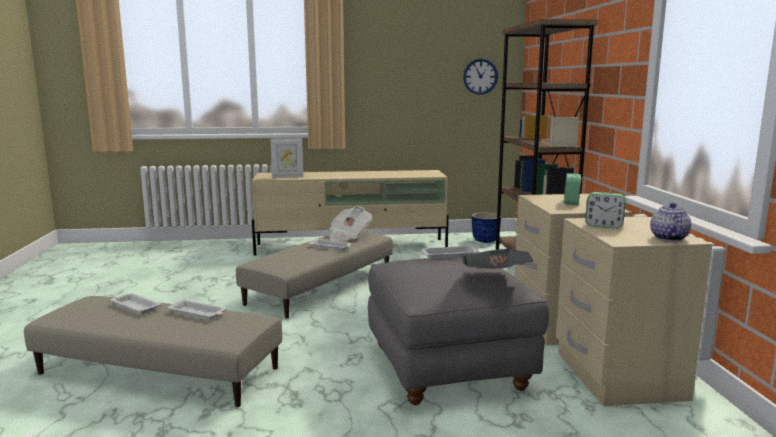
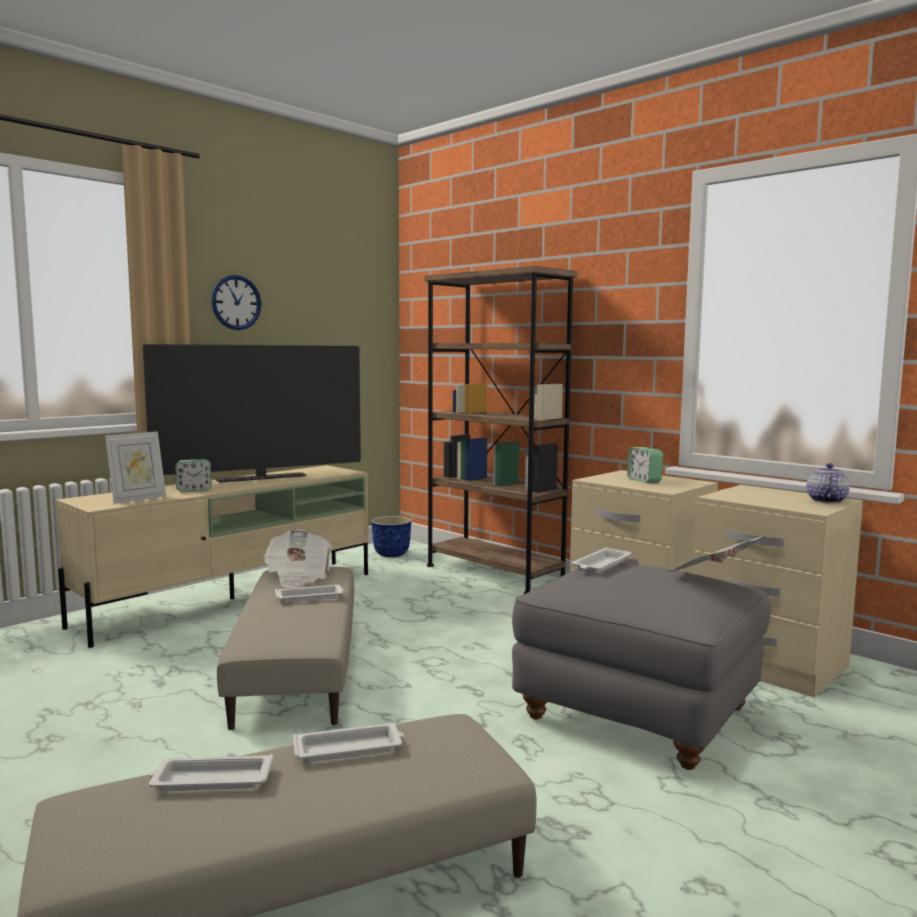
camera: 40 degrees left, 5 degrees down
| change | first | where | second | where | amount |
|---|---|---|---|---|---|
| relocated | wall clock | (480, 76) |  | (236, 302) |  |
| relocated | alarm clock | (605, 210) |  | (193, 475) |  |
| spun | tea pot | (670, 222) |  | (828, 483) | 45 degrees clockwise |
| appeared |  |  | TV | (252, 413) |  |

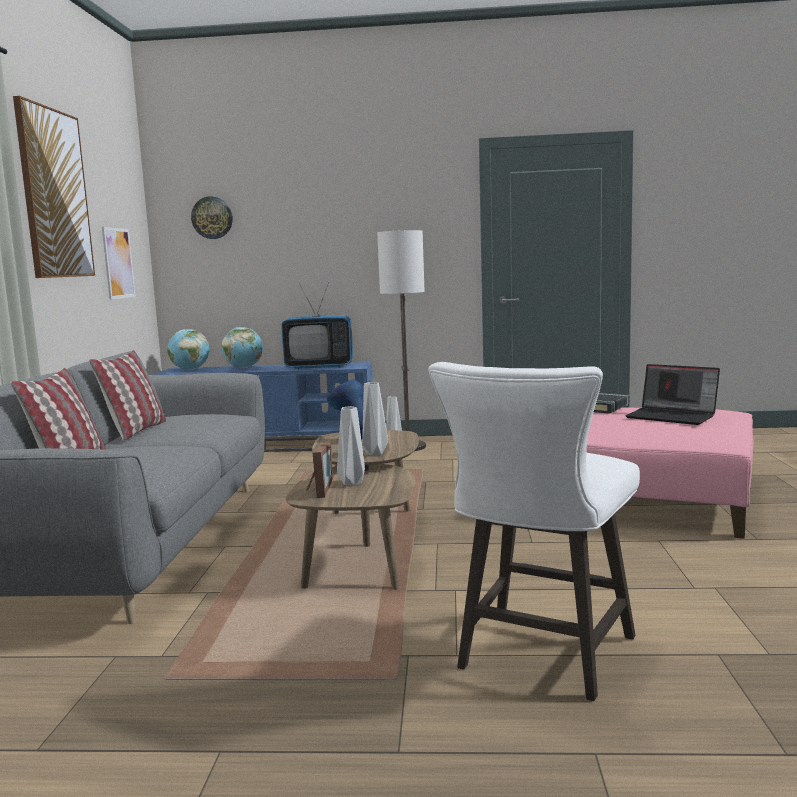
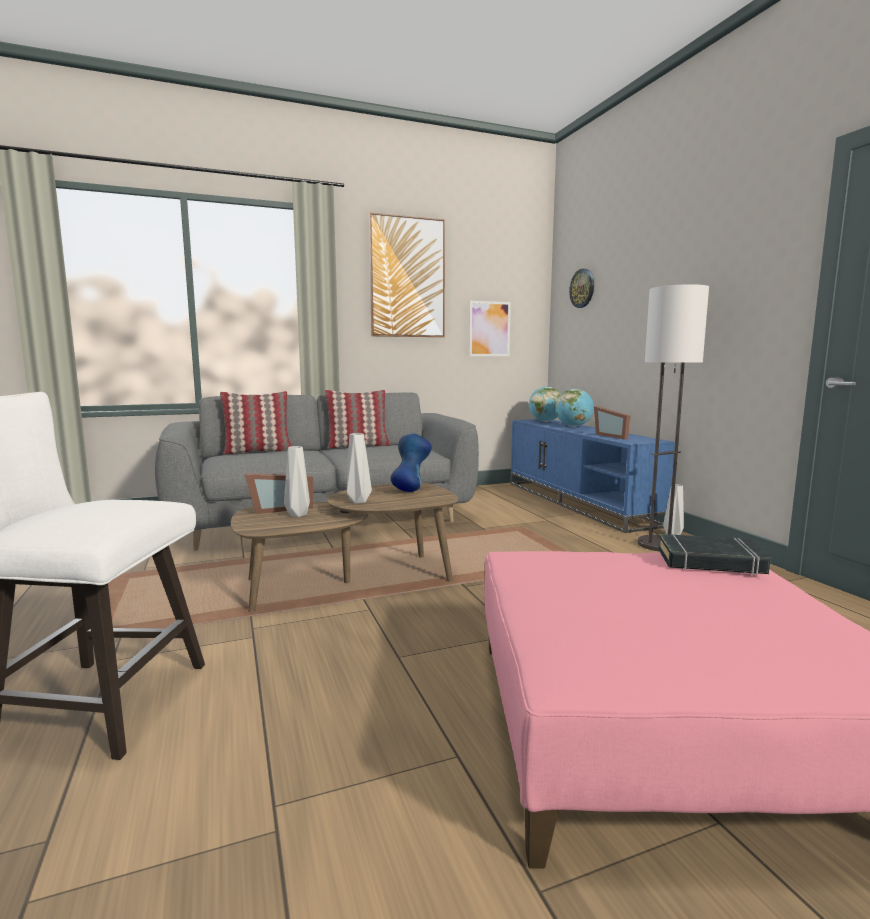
camera: 65 degrees right, 0 degrees up
| change | first | where | second | where | amount |
|---|---|---|---|---|---|
| exchanged | TV | (317, 325) | picture frame | (612, 422) |  |
| missing | portable computer | (672, 394) |  |  |  |

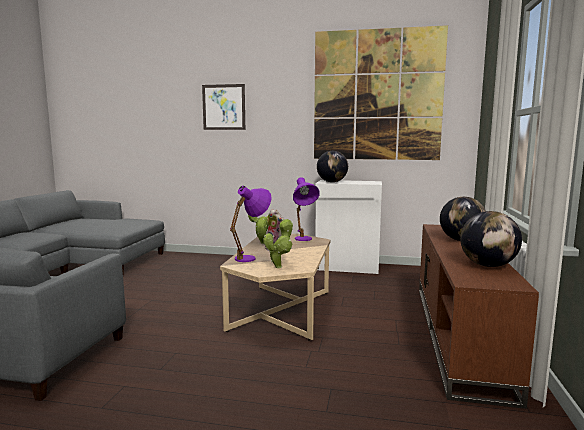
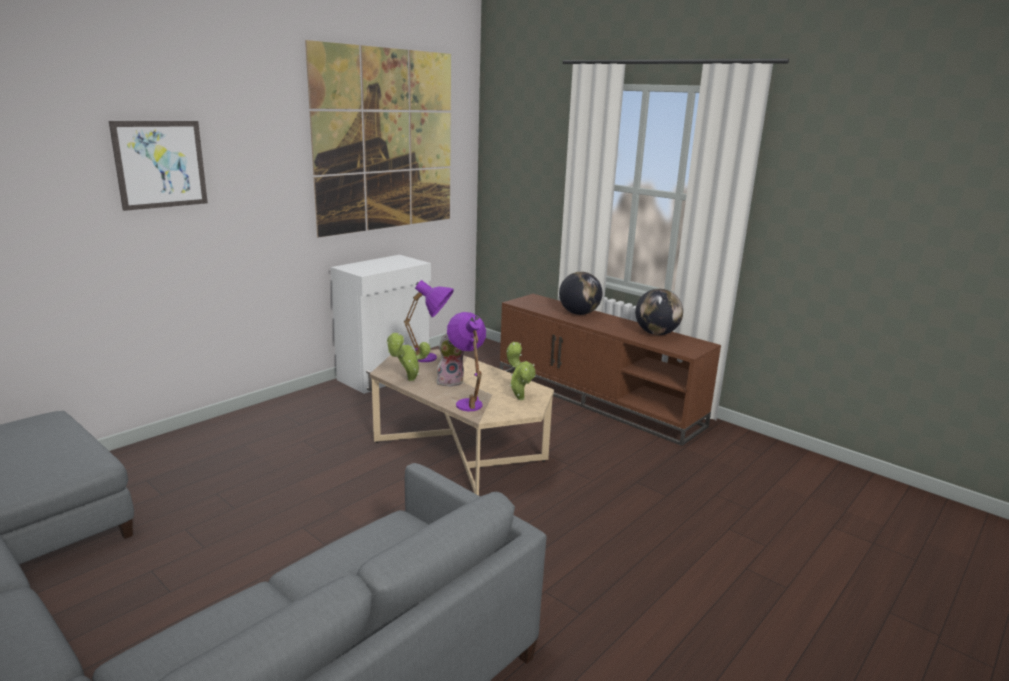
camera: 60 degrees left, 10 degrees up
| change | first | where | second | where | amount |
|---|---|---|---|---|---|
| missing | world globe | (332, 166) |  |  |  |

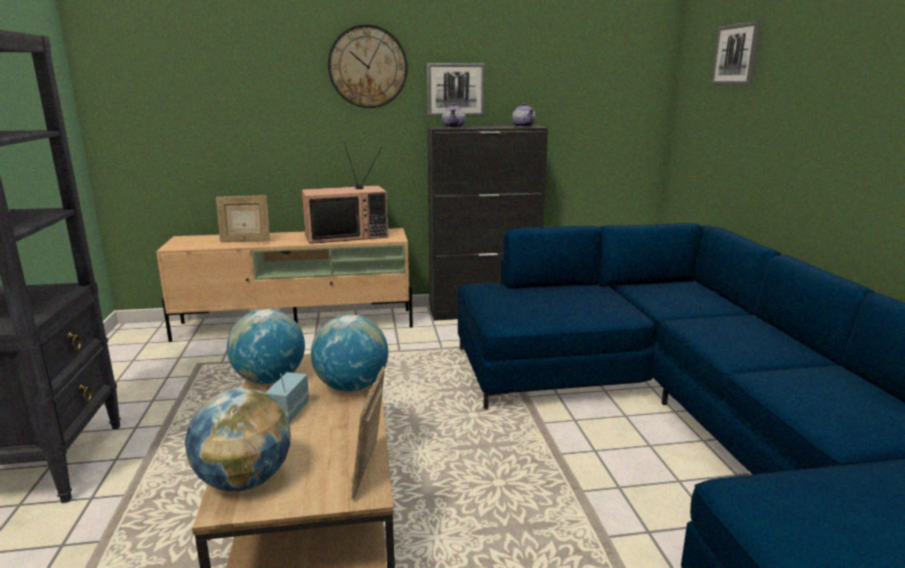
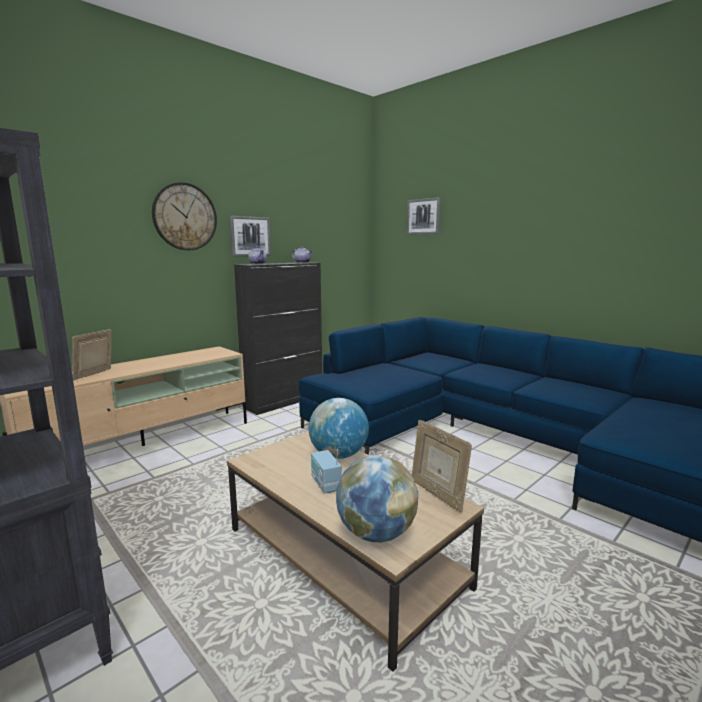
camera: 35 degrees left, 5 degrees down
| change | first | where | second | where | amount |
|---|---|---|---|---|---|
| spun | picture frame | (243, 218) |  | (92, 354) | 135 degrees clockwise |
| missing | world globe | (266, 346) |  |  |  |
| missing | TV | (345, 193) |  |  |  |

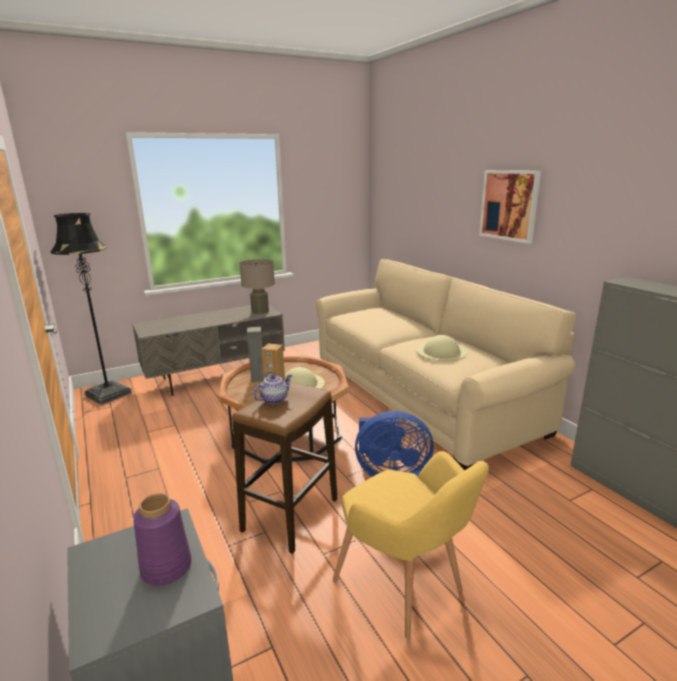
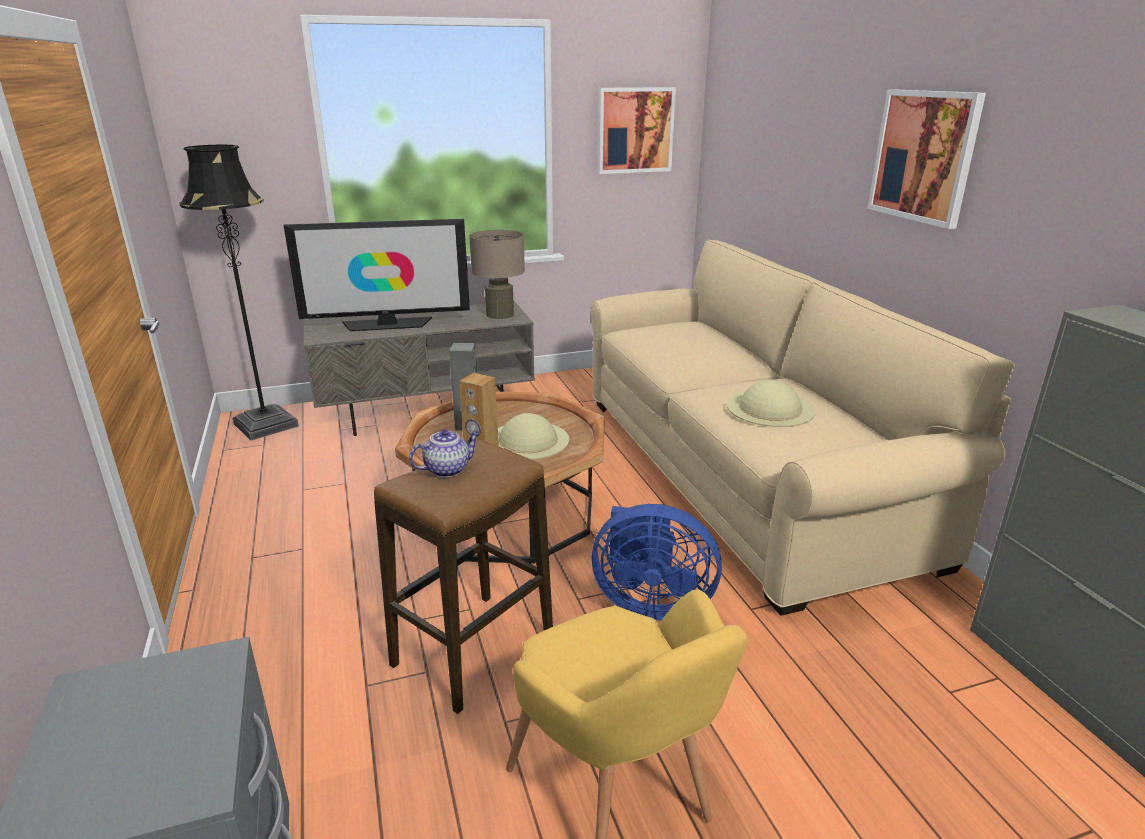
camera: 10 degrees right, 5 degrees up
| change | first | where | second | where | amount |
|---|---|---|---|---|---|
| missing | flower vase in purplish | (162, 539) |  |  |  |
| appeared |  |  | TV | (377, 275) |  |
| appeared |  |  | wall art | (637, 130) |  |

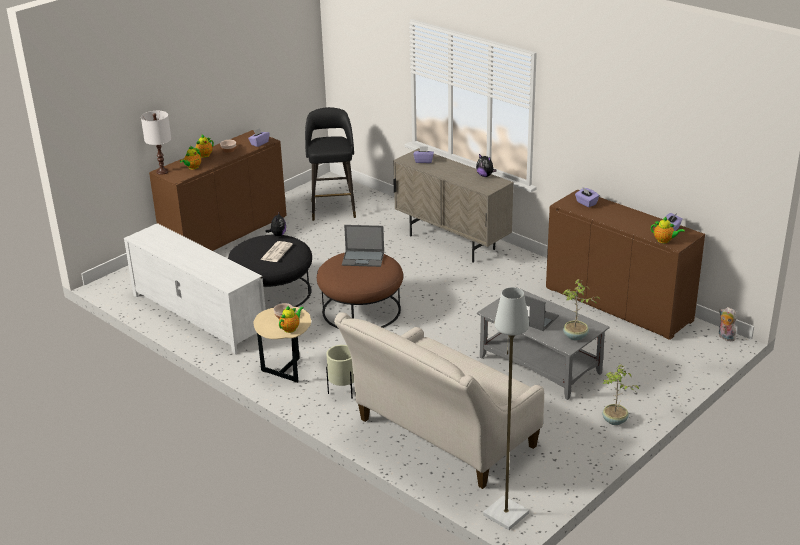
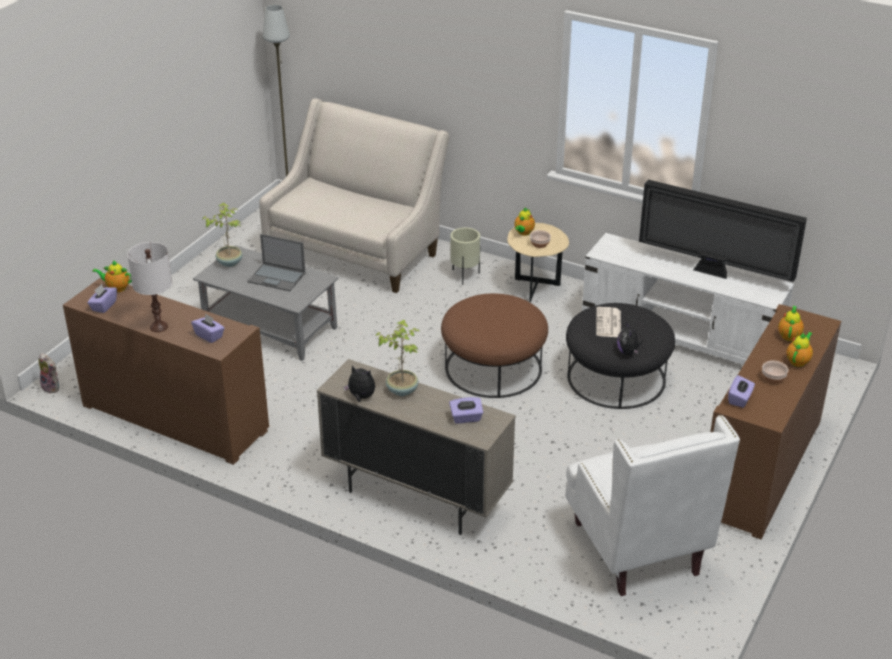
camera: 165 degrees right, 5 degrees up
| change | first | where | second | where | amount |
|---|---|---|---|---|---|
| relocated | tabletop lamp in whitish | (156, 143) |  | (149, 287) |  |
| exchanged | stool in black-coloured | (330, 164) | lounge chair in whitish | (652, 505) |  |
| missing | portable computer | (363, 246) |  |  |  |
| relocated | houseplant | (620, 394) |  | (397, 358) |  |
| appeared |  |  | TV | (723, 231) |  |

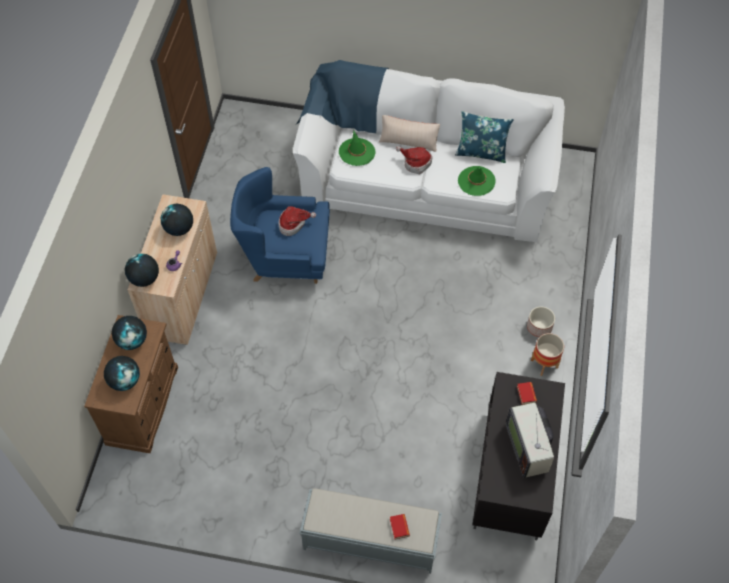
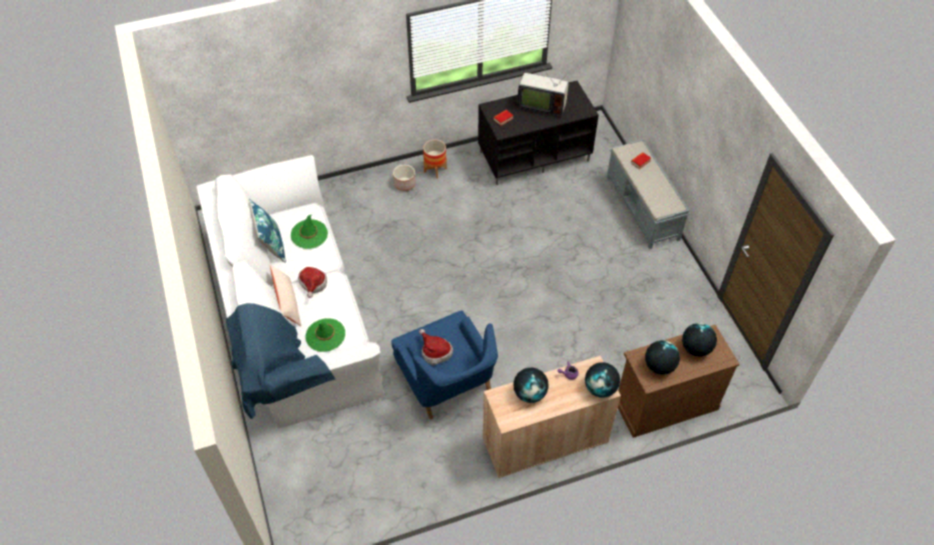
camera: 120 degrees left, 5 degrees down
| change | first | where | second | where | amount |
|---|---|---|---|---|---|
| spun | TV | (530, 440) |  | (544, 90) | 60 degrees clockwise |

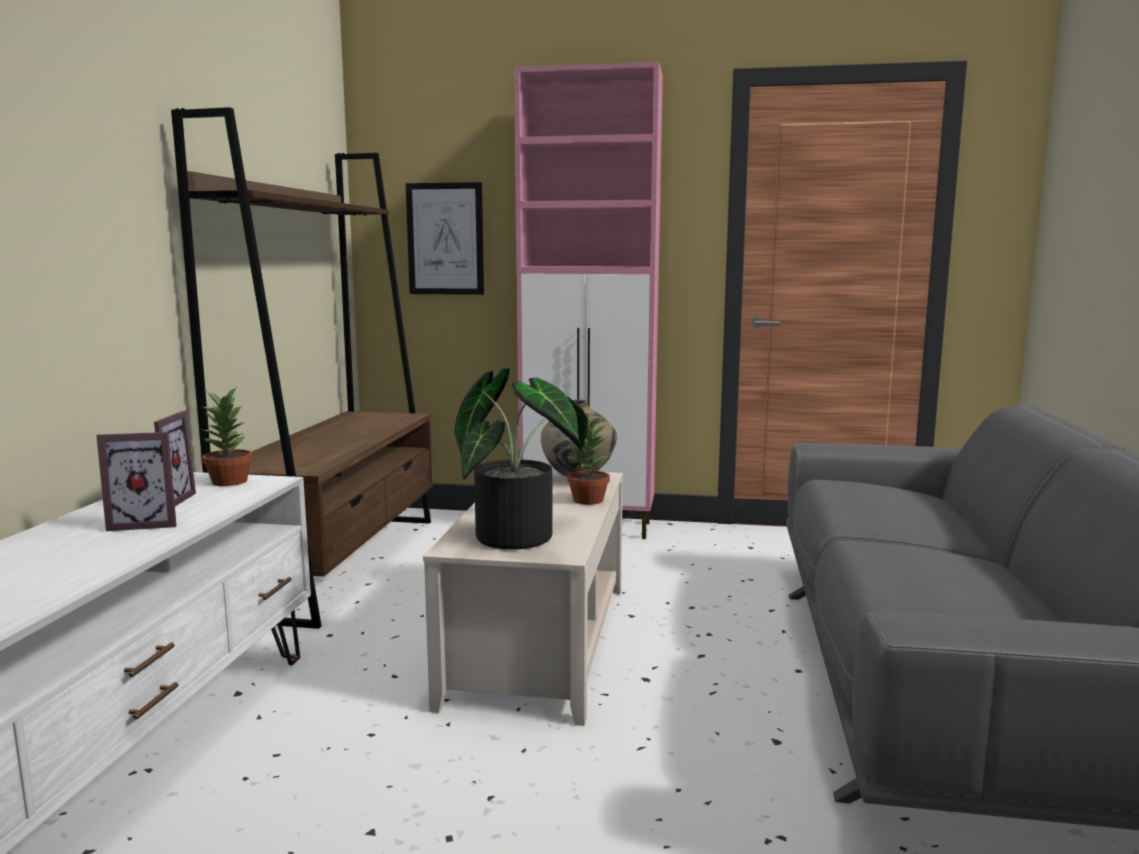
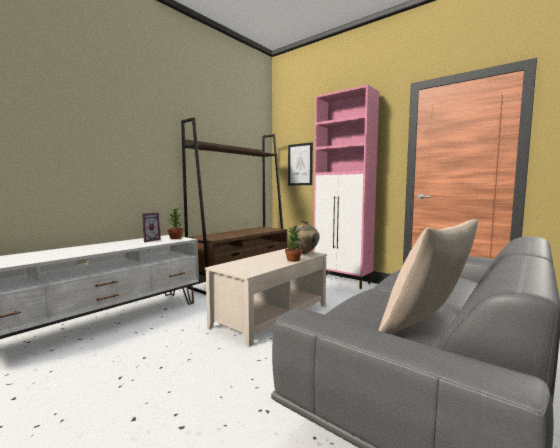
camera: 30 degrees right, 5 degrees down
| change | first | where | second | where | amount |
|---|---|---|---|---|---|
| missing | picture frame | (136, 481) |  |  |  |
| missing | houseplant | (521, 459) |  |  |  |
| appeared |  |  | pillow in sand-coloured | (428, 276) |  |

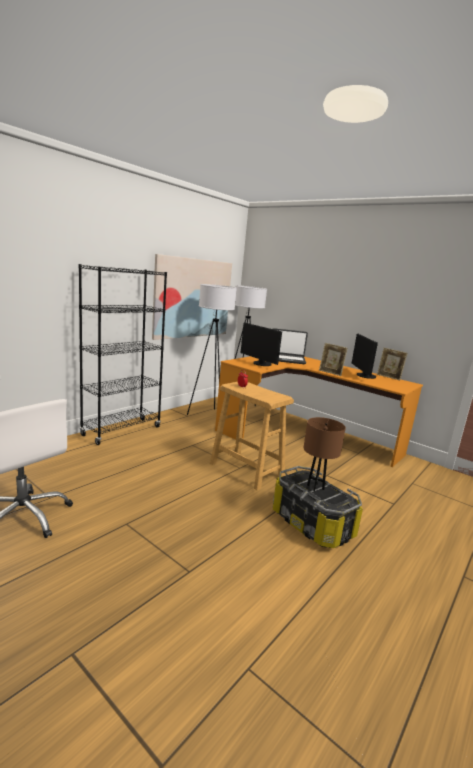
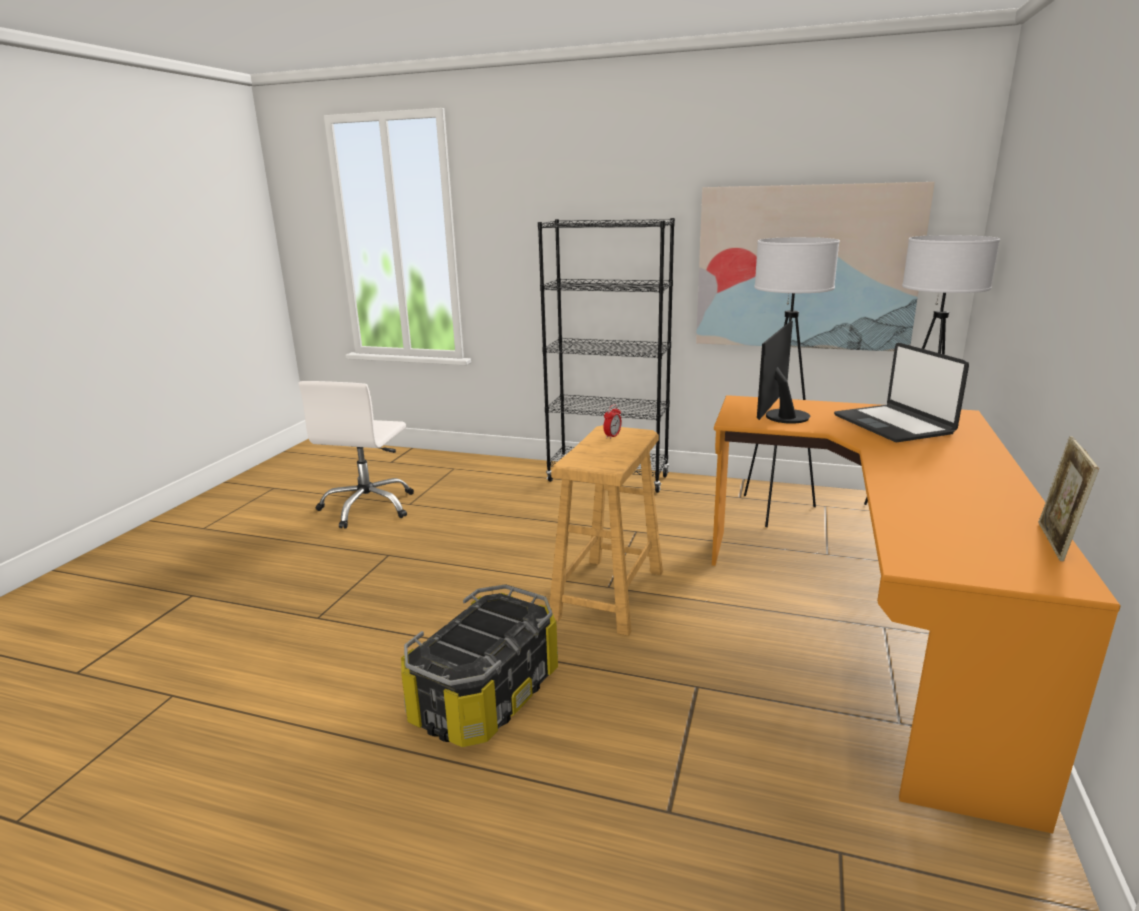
camera: 70 degrees right, 5 degrees up
| change | first | where | second | where | amount |
|---|---|---|---|---|---|
| missing | tabletop lamp in brown-coloured | (324, 454) |  |  |  |
| missing | picture frame | (333, 359) |  |  |  |
| missing | computer screen | (365, 356) |  |  |  |

